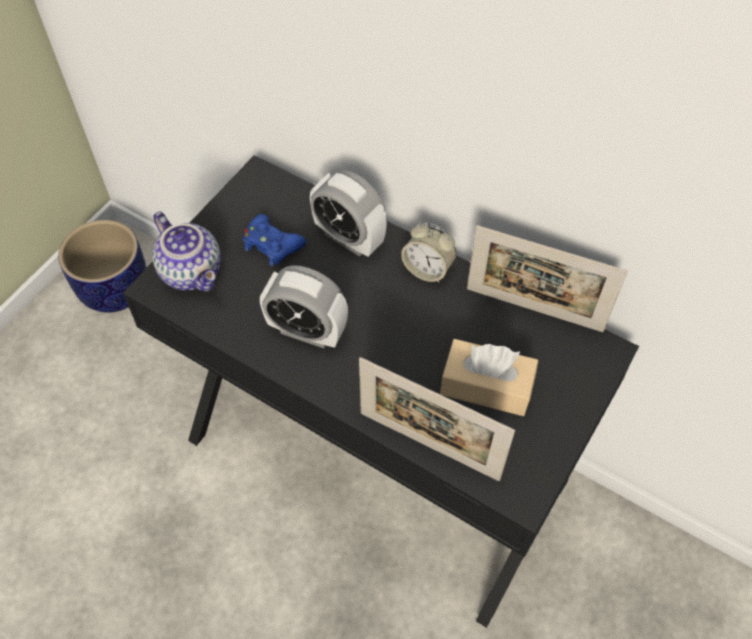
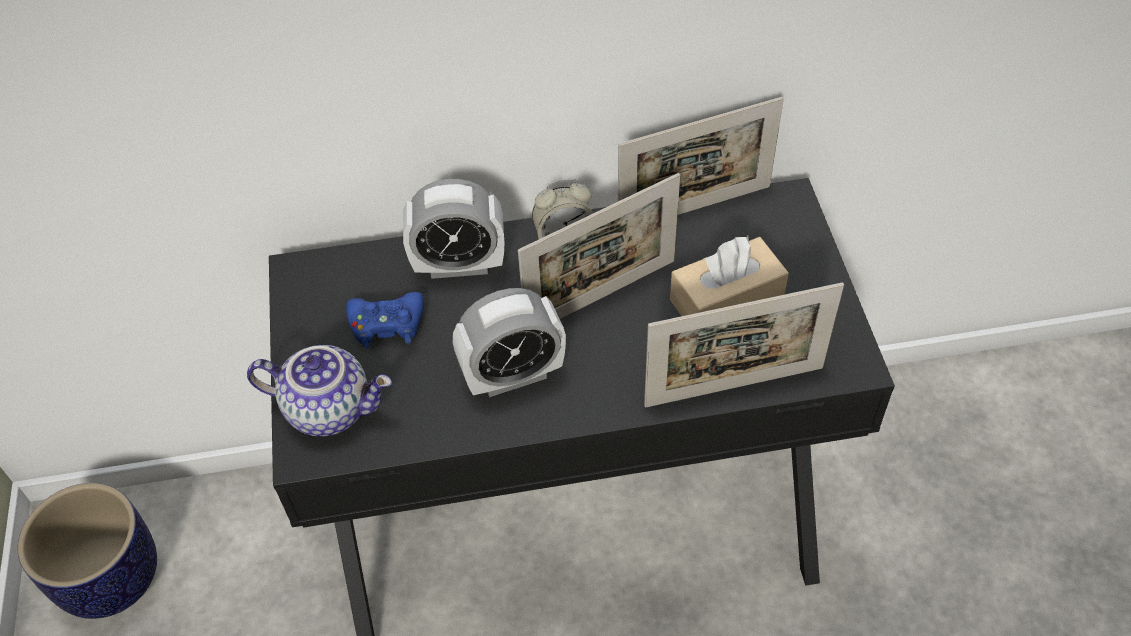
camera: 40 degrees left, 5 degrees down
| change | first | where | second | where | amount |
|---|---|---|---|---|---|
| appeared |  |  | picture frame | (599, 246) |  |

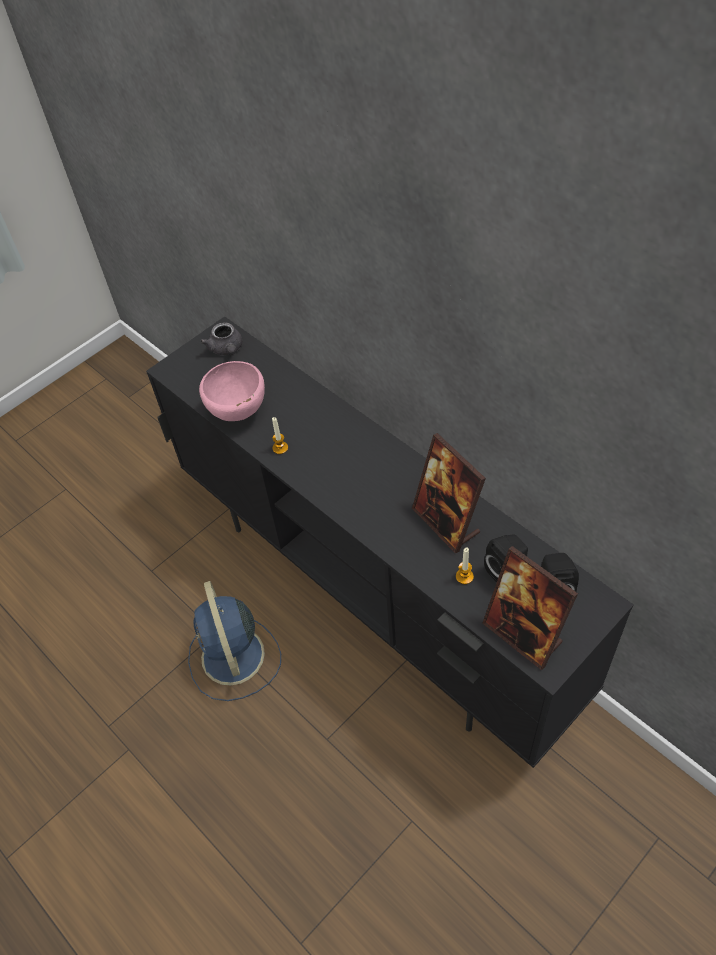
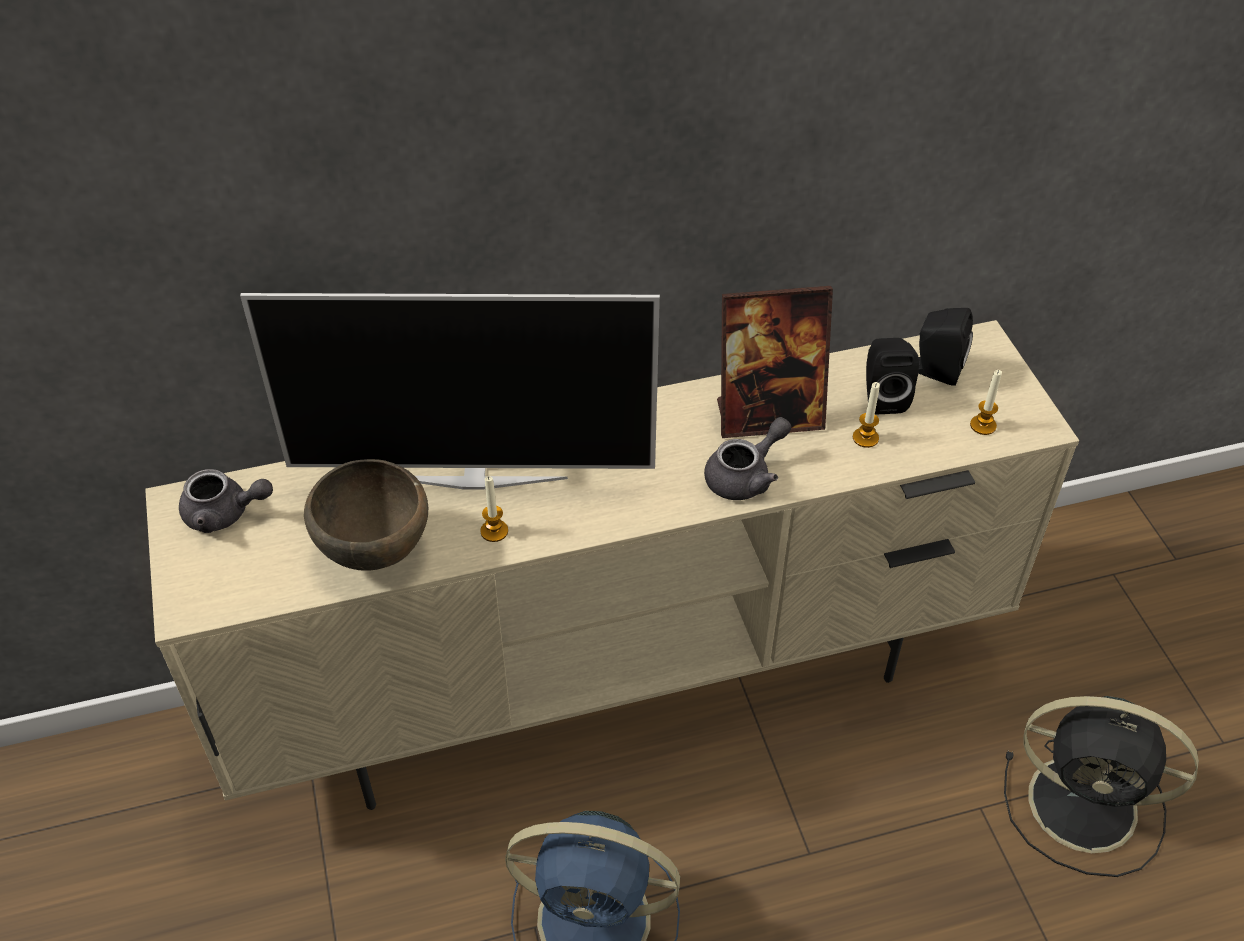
camera: 65 degrees left, 5 degrees down
| change | first | where | second | where | amount |
|---|---|---|---|---|---|
| colour | media console in black-coloured | (390, 542) | media console in sand-coloured | (612, 565) |  |
| colour | bowl in pink-coloured | (232, 391) | bowl in brown-coloured | (366, 515) |  |
| exchanged | picture frame | (530, 608) | wax candle | (986, 402) |  |
| appeared |  |  | TV | (450, 391) |  |
| appeared |  |  | tea pot in grey | (747, 458) |  |
| appeared |  |  | electric fan in black-coloured | (1101, 786) |  |

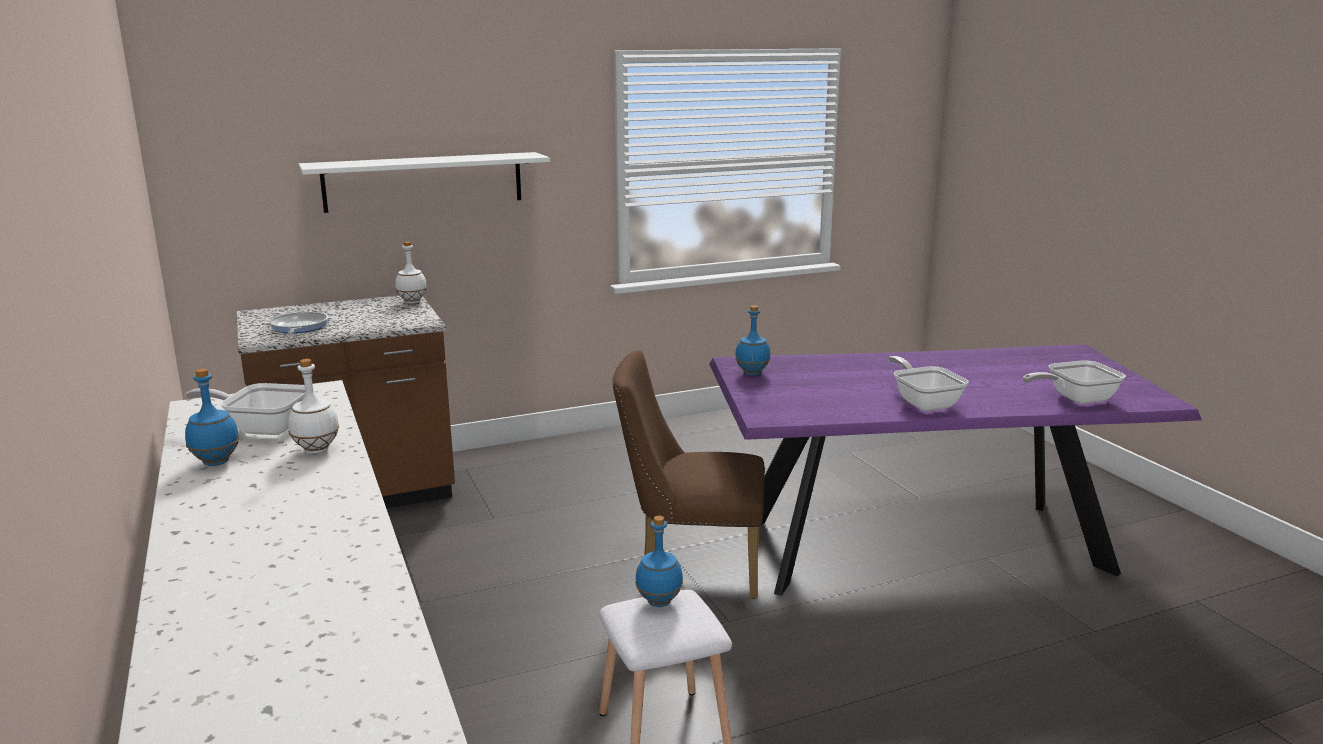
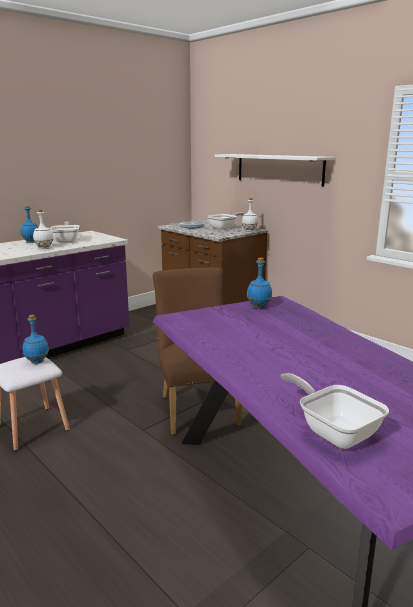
camera: 70 degrees right, 0 degrees up
| change | first | where | second | where | amount |
|---|---|---|---|---|---|
| relocated | frying pan | (928, 383) |  | (226, 221) |  |

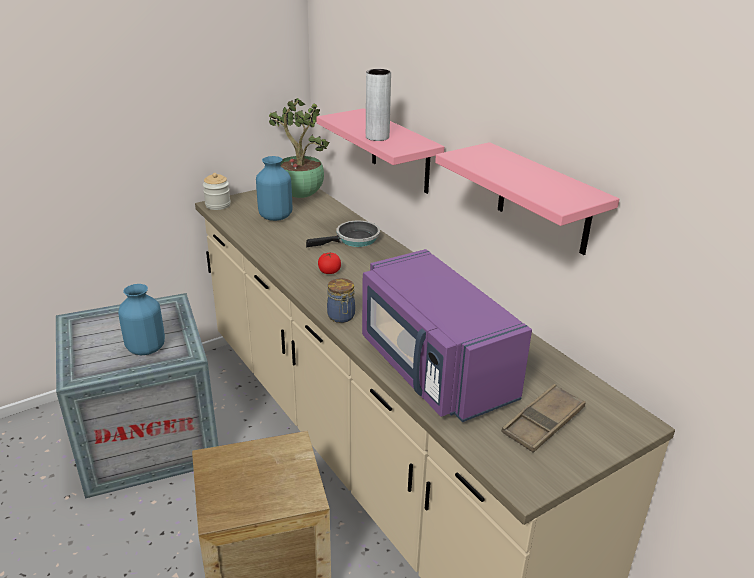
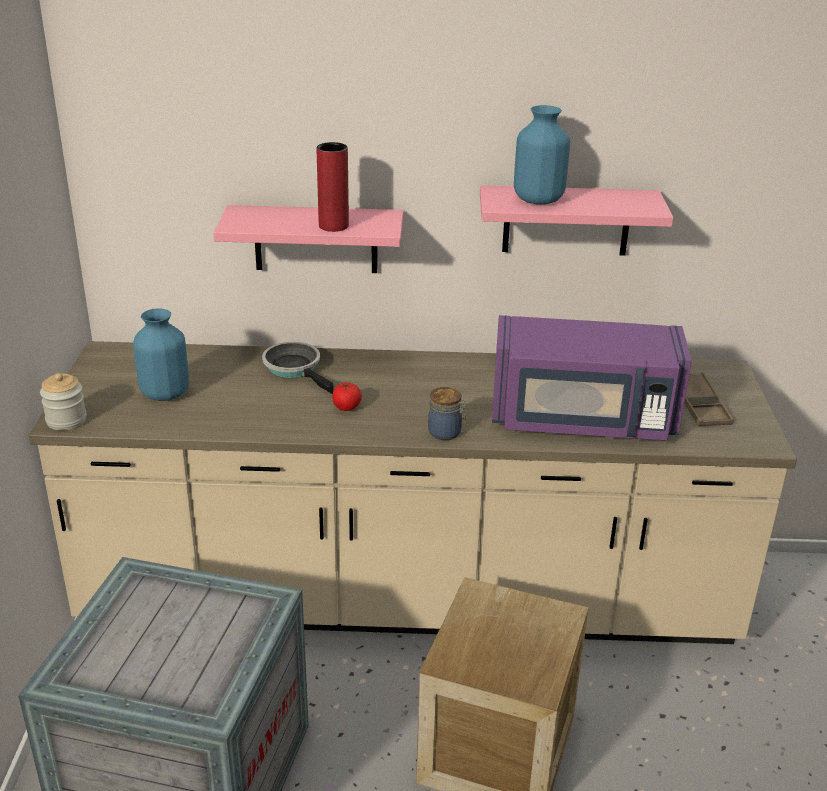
camera: 55 degrees left, 0 degrees up
| change | first | where | second | where | amount |
|---|---|---|---|---|---|
| relocated | flower vase in blue-coloured | (141, 319) |  | (542, 154) |  |
| missing | houseplant | (299, 148) |  |  |  |
| spun | frying pan | (343, 233) |  | (298, 368) | 45 degrees counterclockwise |
| colour | flower vase in grey | (378, 105) | flower vase in reddish | (332, 187) |  |

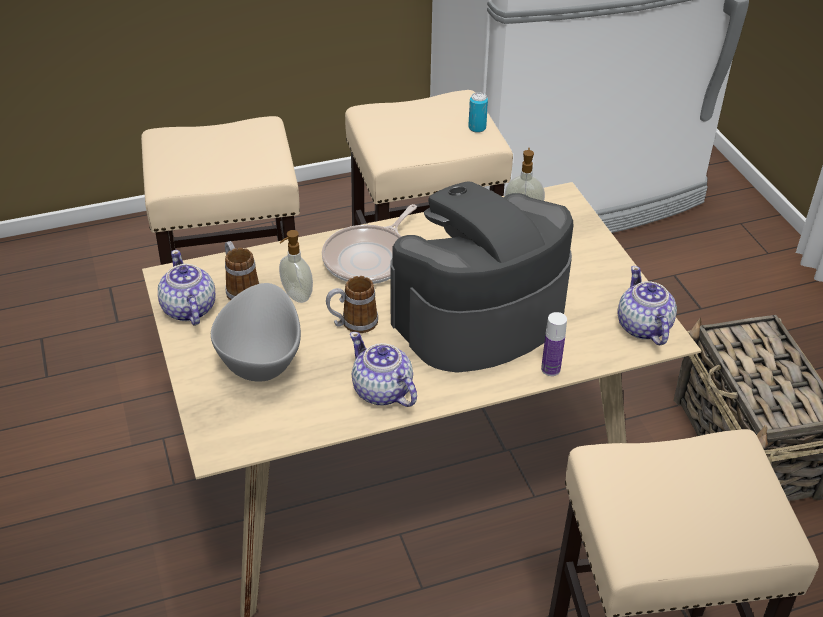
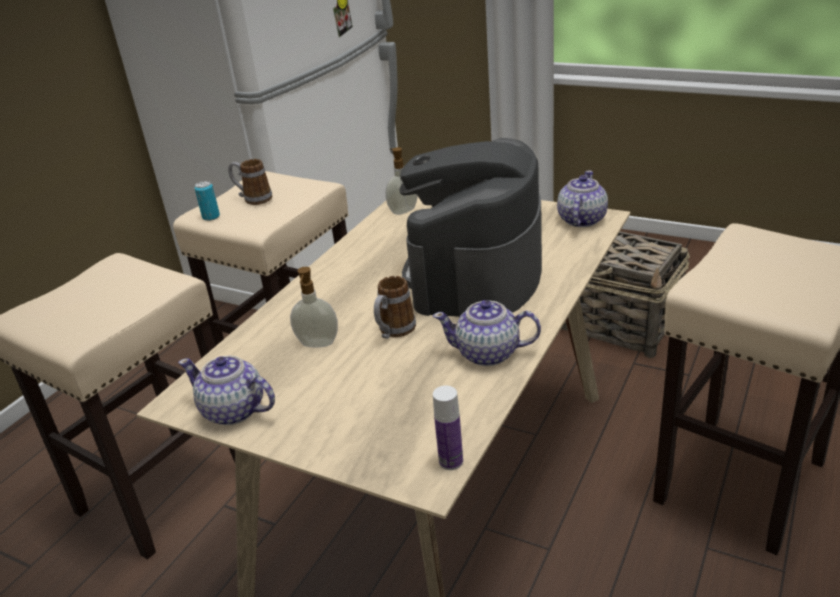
camera: 40 degrees left, 10 degrees down
| change | first | where | second | where | amount |
|---|---|---|---|---|---|
| missing | bowl in grey | (256, 332) |  |  |  |
| relocated | tea mug | (242, 270) |  | (250, 182) |  |
| missing | frying pan | (369, 244) |  |  |  |
| relocated | can | (478, 112) |  | (207, 201) |  |
| relocated | beverage bottle | (554, 344) |  | (448, 428) |  |
| spun | tea pot | (647, 305) |  | (582, 198) | 75 degrees clockwise |

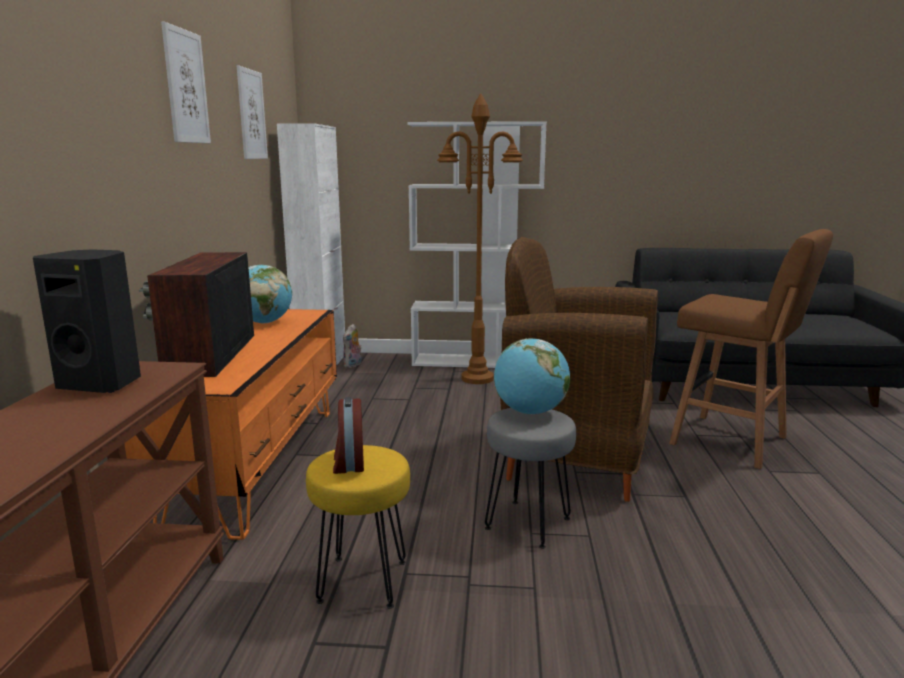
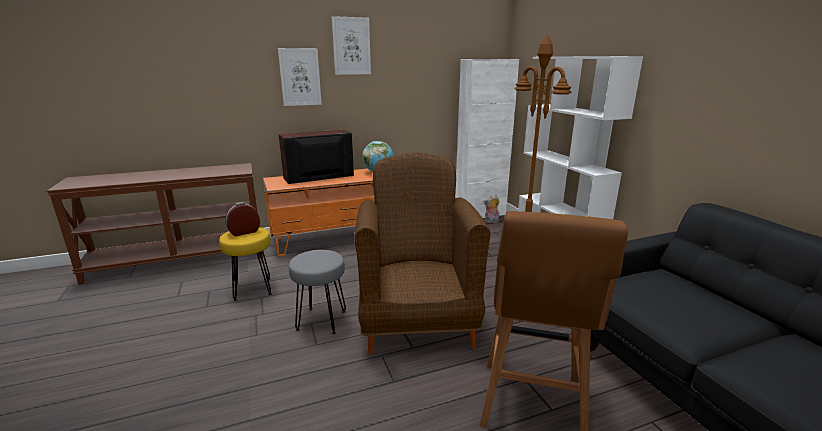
camera: 65 degrees right, 5 degrees up
| change | first | where | second | where | amount |
|---|---|---|---|---|---|
| missing | loudspeaker in black-coloured | (87, 321) |  |  |  |
| relocated | wall art | (252, 112) |  | (300, 77) |  |
| missing | world globe | (532, 376) |  |  |  |

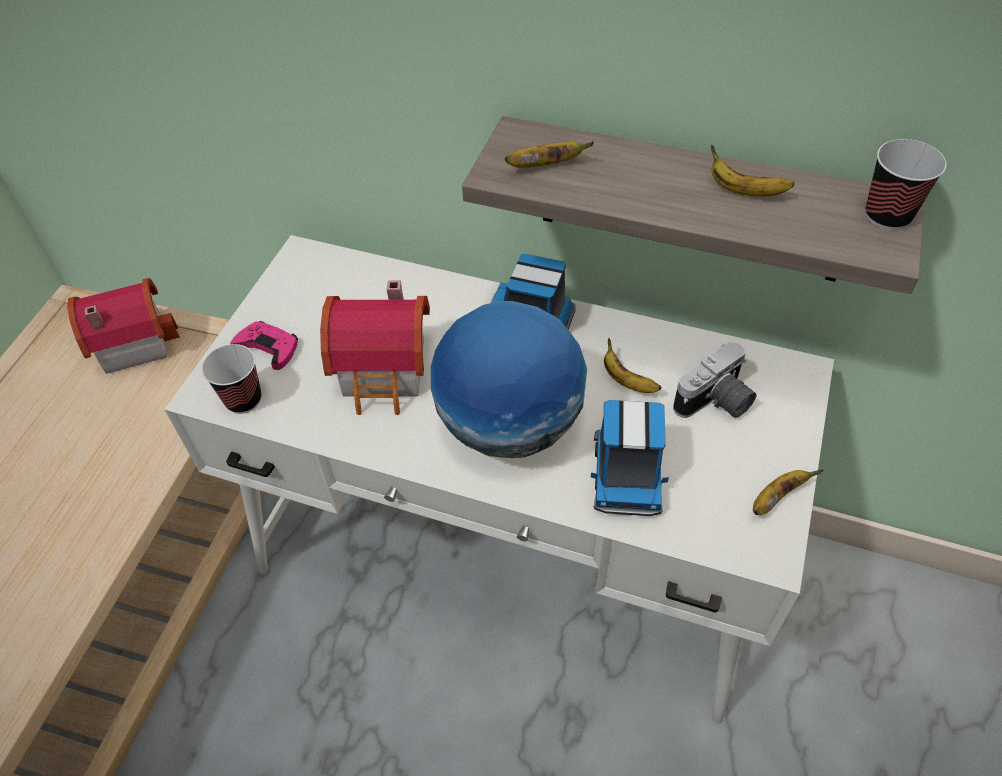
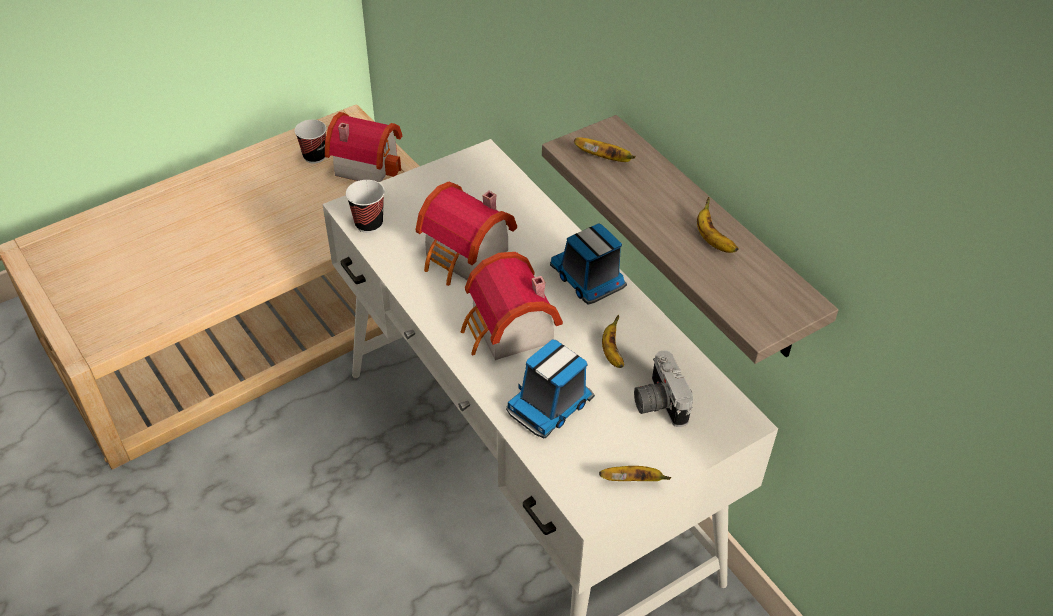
camera: 35 degrees right, 5 degrees down
| change | first | where | second | where | amount |
|---|---|---|---|---|---|
| missing | joypad in pink-coloured | (264, 345) |  |  |  |
| exchanged | world globe | (509, 379) | model house | (512, 306) |  |
| spun | still camera | (715, 379) |  | (663, 388) | 75 degrees clockwise |
| relocated | small cup | (906, 184) |  | (310, 142) |  |

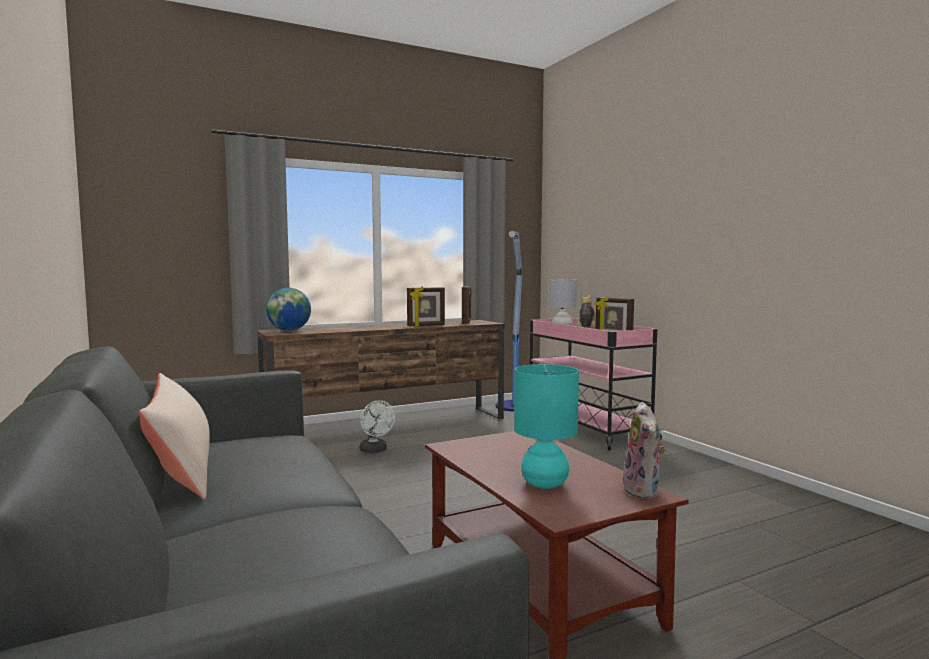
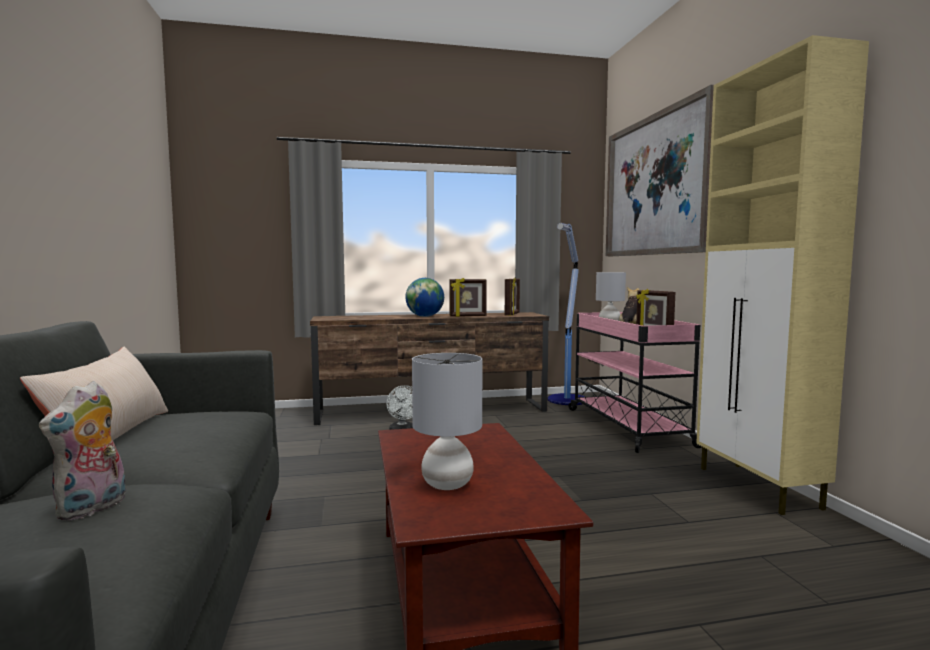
camera: 15 degrees right, 0 degrees up
| change | first | where | second | where | amount |
|---|---|---|---|---|---|
| relocated | world globe | (288, 309) |  | (424, 297) |  |
| colour | tabletop lamp in turquoise | (546, 426) | tabletop lamp in grey | (447, 421) |  |
| relocated | cuddly toy | (644, 450) |  | (82, 451) |  |
| appeared |  |  | wall art | (660, 170) |  |
| appeared |  |  | storage cabinet in sand-coloured | (782, 275) |  |

